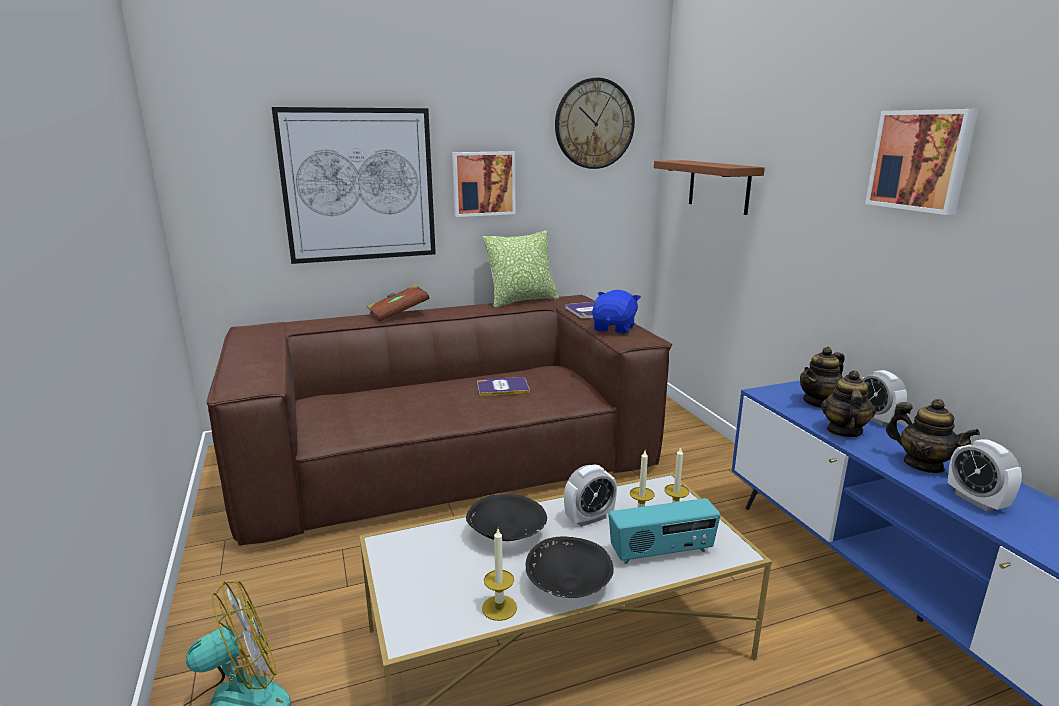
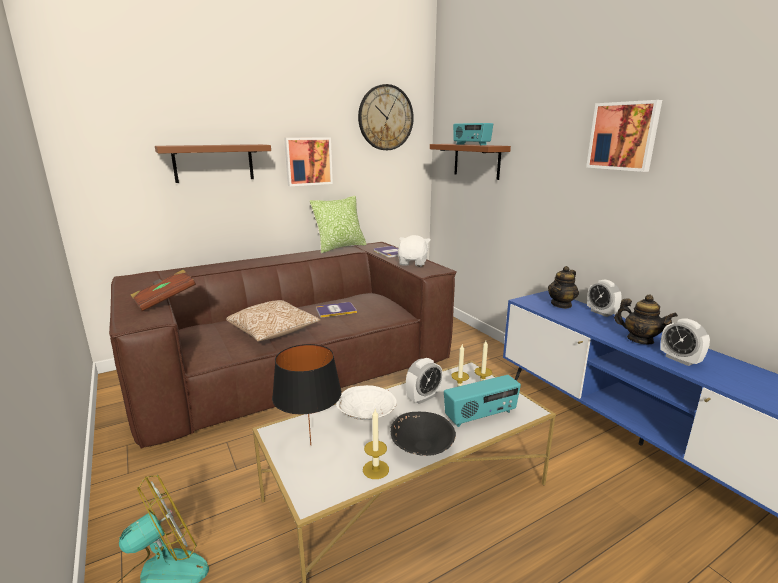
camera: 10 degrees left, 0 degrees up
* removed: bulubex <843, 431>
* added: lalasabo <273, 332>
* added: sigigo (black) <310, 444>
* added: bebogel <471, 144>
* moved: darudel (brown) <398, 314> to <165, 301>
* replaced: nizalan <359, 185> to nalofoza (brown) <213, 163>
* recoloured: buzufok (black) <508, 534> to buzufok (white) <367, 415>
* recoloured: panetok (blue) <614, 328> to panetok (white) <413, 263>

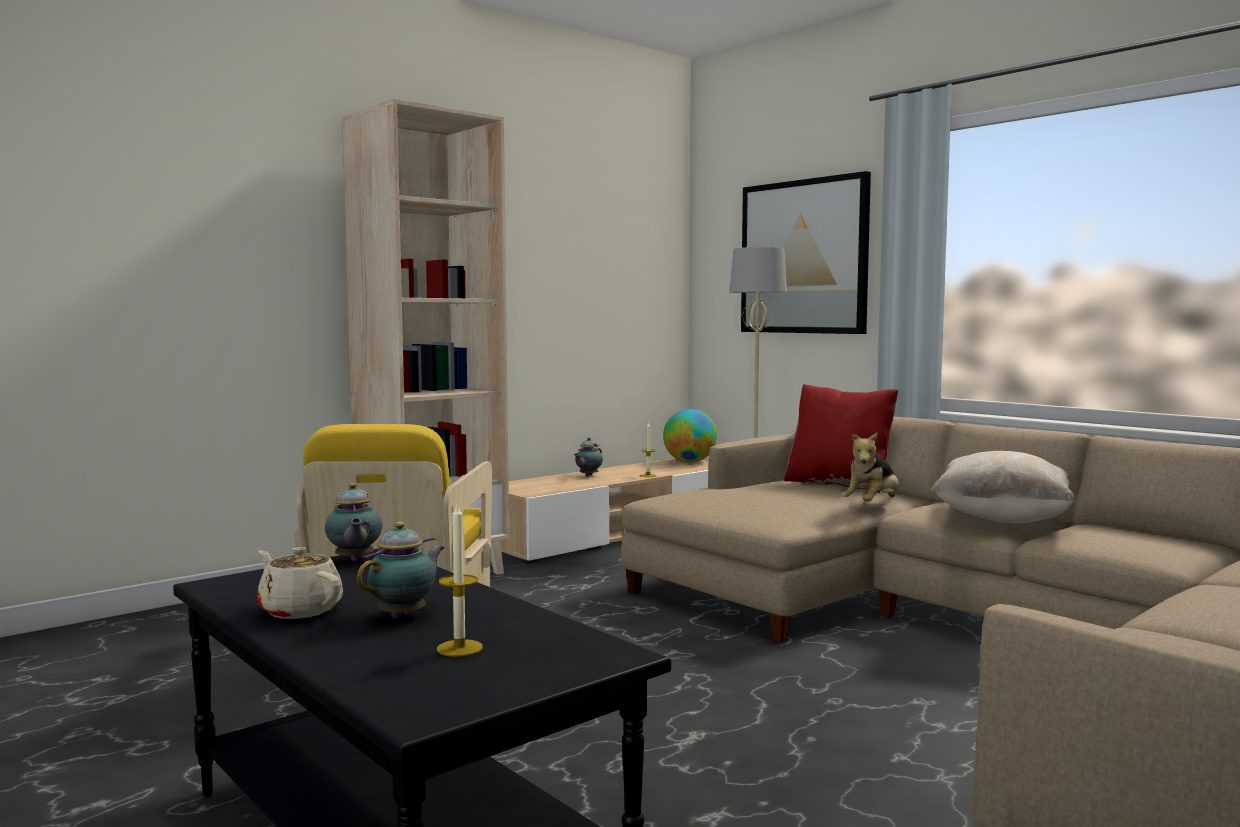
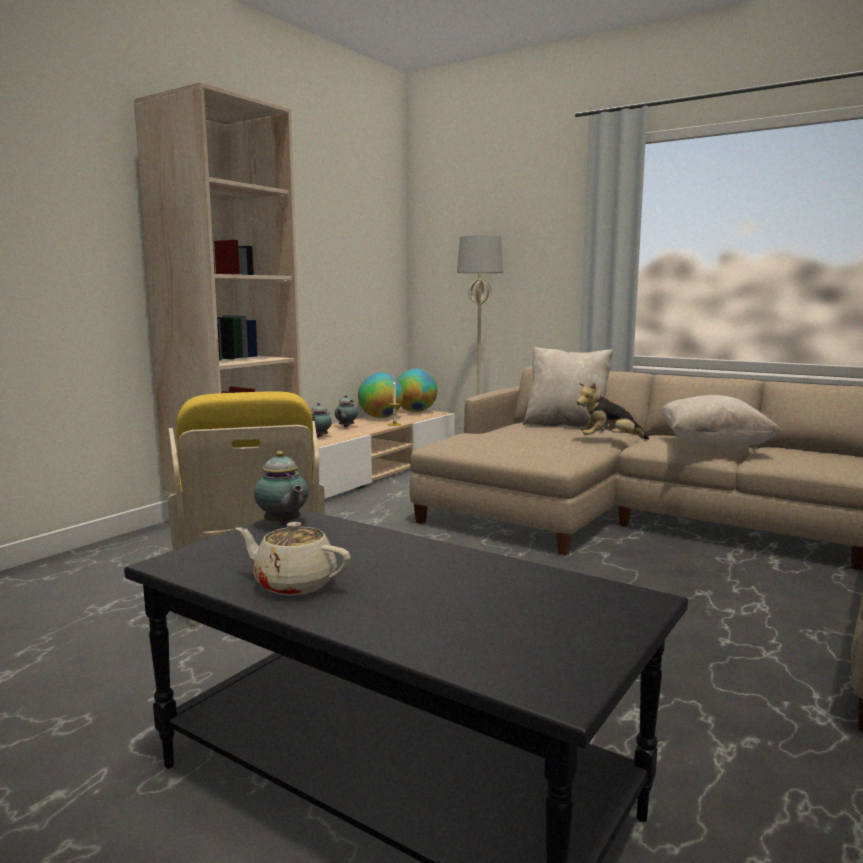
camera: 15 degrees left, 5 degrees up
* removed: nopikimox <459, 648>
* removed: nizalan <804, 257>
* added: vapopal <381, 417>
* moved: bulubex <405, 615> to <320, 436>
* recoloured: lalasabo (red) <839, 485> to lalasabo (beige) <566, 425>
* turned: panetok <872, 505> = <609, 440> 60 degrees clockwise

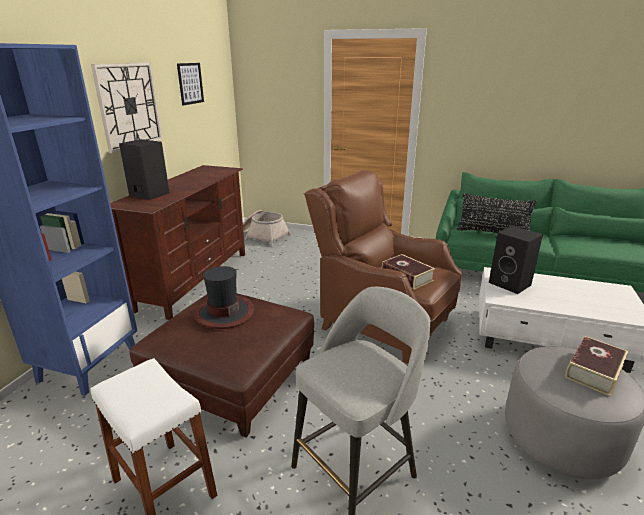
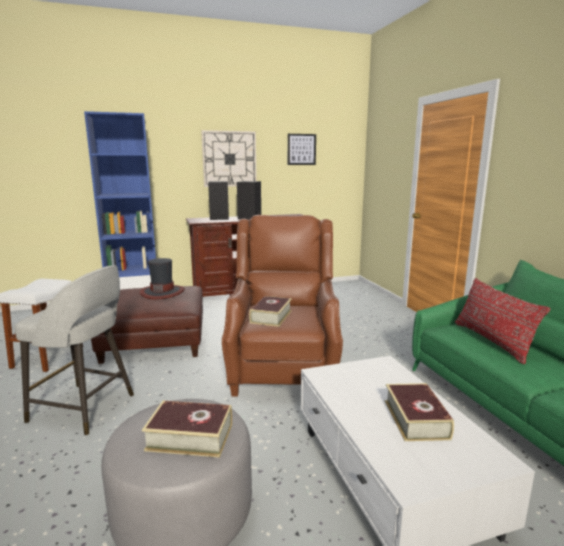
camera: 55 degrees right, 10 degrees down
* removed: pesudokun <263, 236>
* added: darudel <416, 419>
* moved: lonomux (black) <511, 284> to <250, 218>
* recoloured: lalasabo (black) <492, 233> to lalasabo (red) <492, 341>

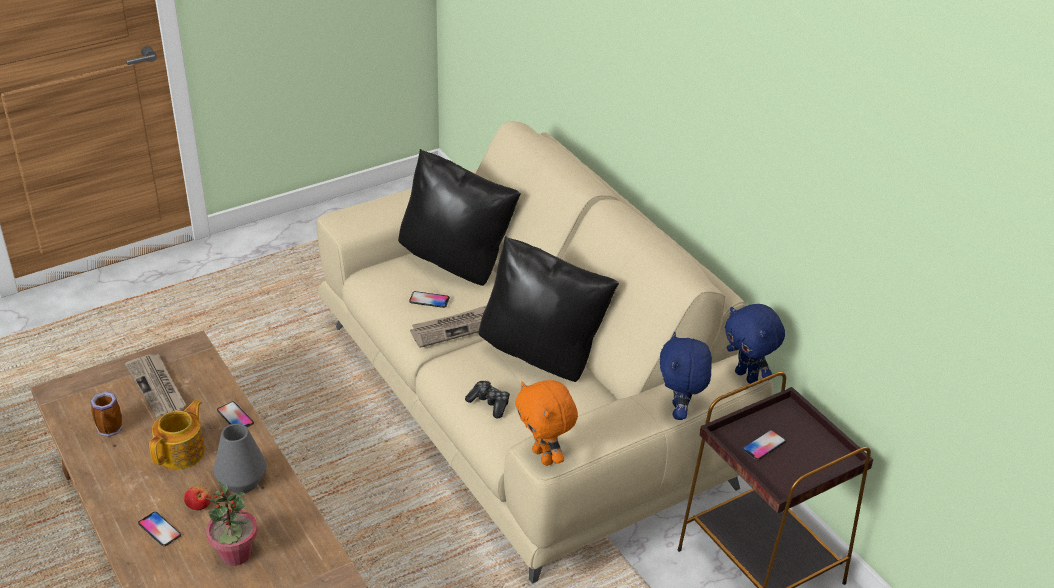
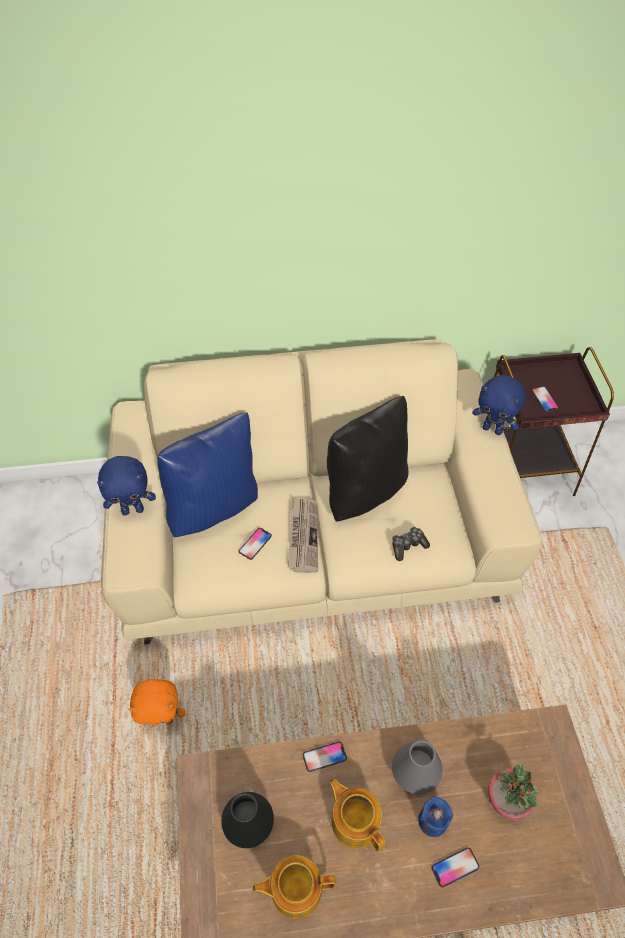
camera: 65 degrees left, 15 degrees up
* moved: panetok (orange) <544, 456> to <162, 719>
* moved: panetok (blue) <747, 377> to <133, 510>
* replaced: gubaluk <110, 430> to bulubex <295, 889>
* replaced: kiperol <158, 388> to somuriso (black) <249, 823>
* replaced: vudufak <199, 504> to nopikimox (blue) <432, 821>
* recoloured: lalasabo (black) <457, 263> to lalasabo (blue) <214, 506>

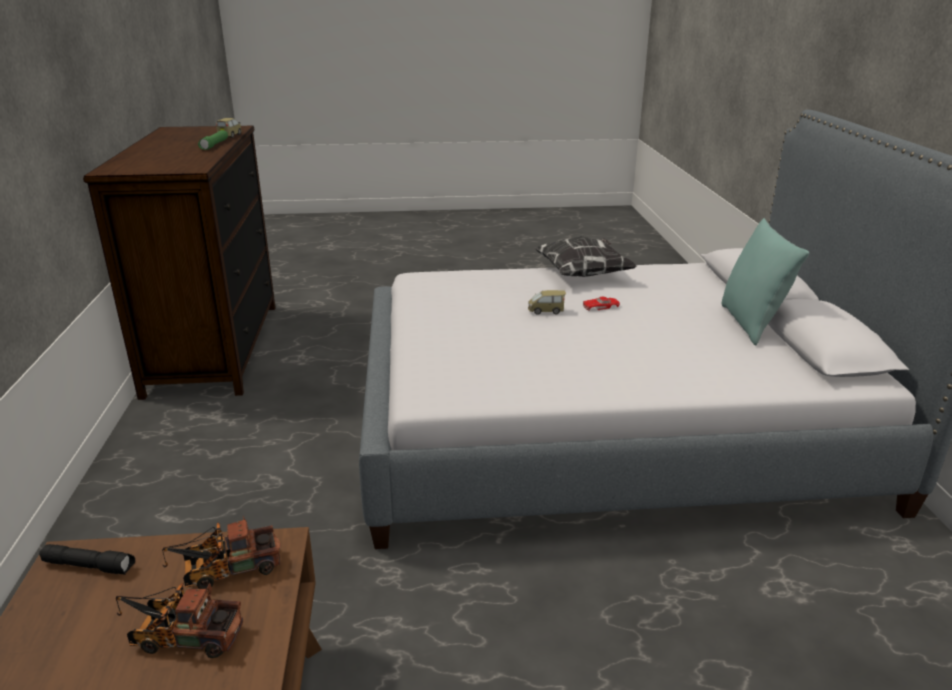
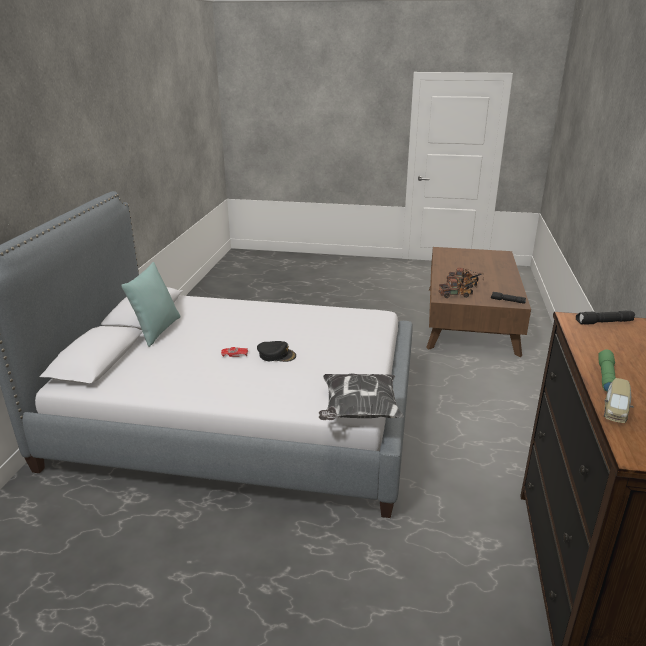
camera: 165 degrees left, 0 degrees up
* added: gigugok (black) <604, 323>
* moved: lalasabo <583, 274> to <358, 412>
* replaced: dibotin <546, 311> to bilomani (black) <276, 355>

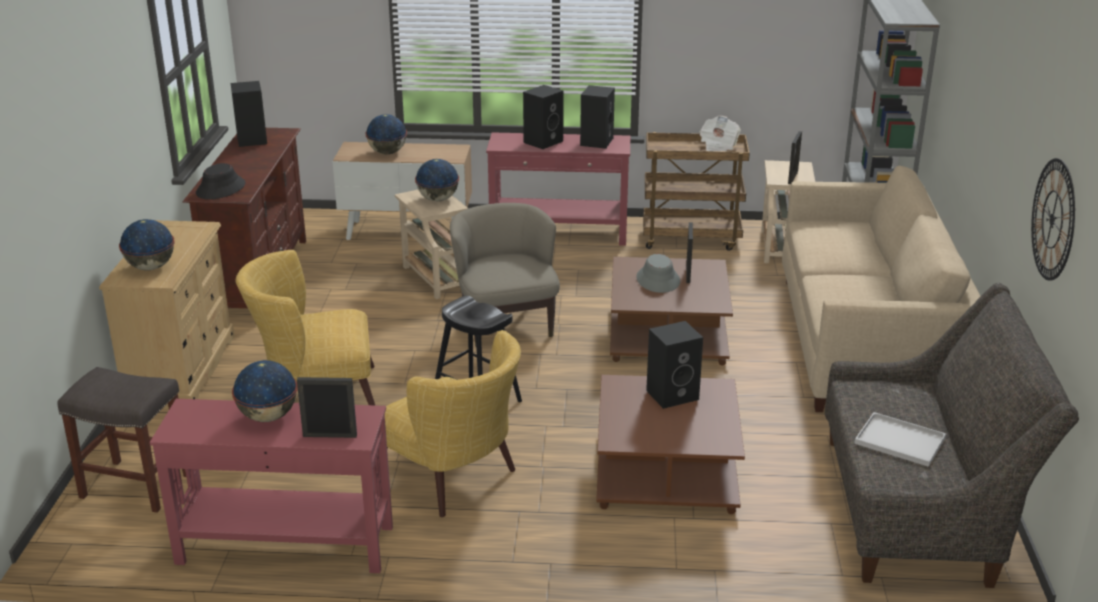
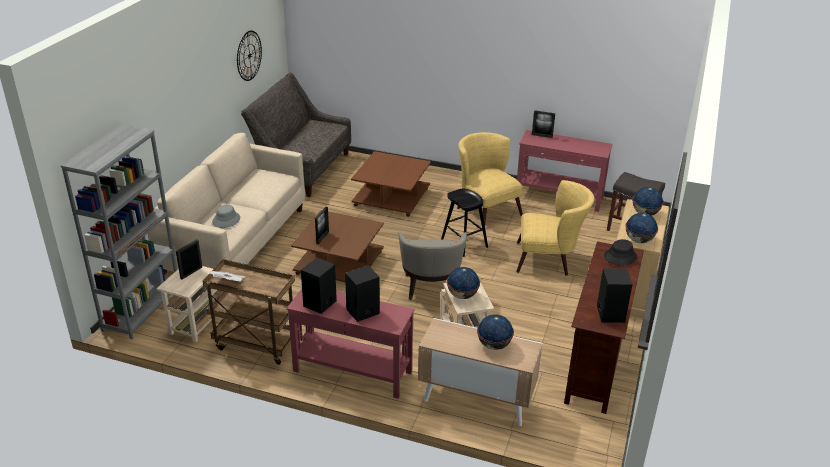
camera: 165 degrees left, 5 degrees up
* removed: lonomux (black) <673, 394>
* removed: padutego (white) <901, 441>
* moved: vapopal <268, 417> to <638, 240>
* moved: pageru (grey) <658, 280> to <226, 220>

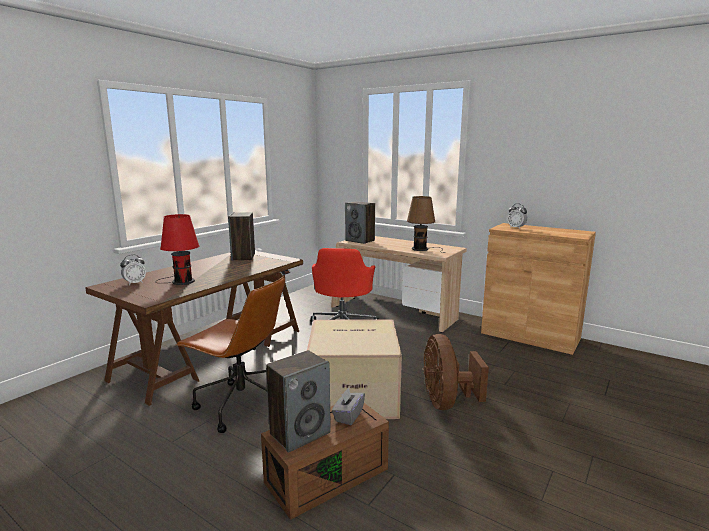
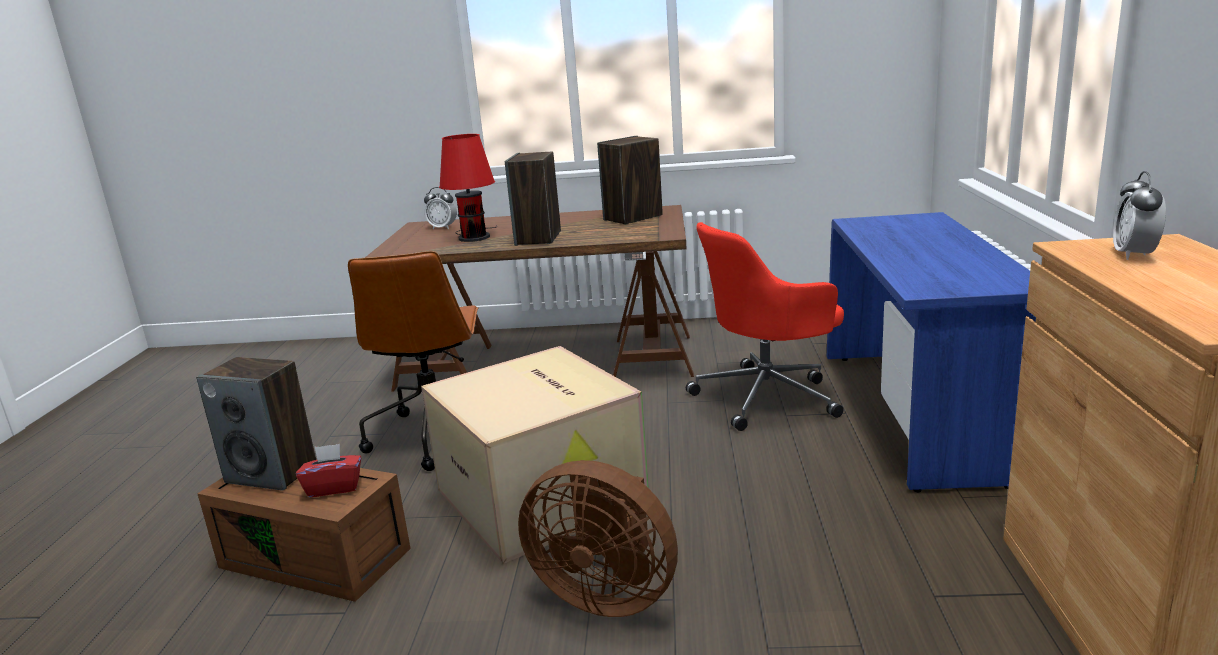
camera: 60 degrees right, 5 degrees up
* removed: sigigo (brown) <422, 249>
* moved: lonomux <360, 240> to <538, 238>
* recoloured: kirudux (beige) <394, 313> to kirudux (blue) <914, 414>
* recoloured: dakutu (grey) <348, 416> to dakutu (red) <334, 487>
* turned: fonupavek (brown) <447, 402> = <606, 594> 120 degrees counterclockwise

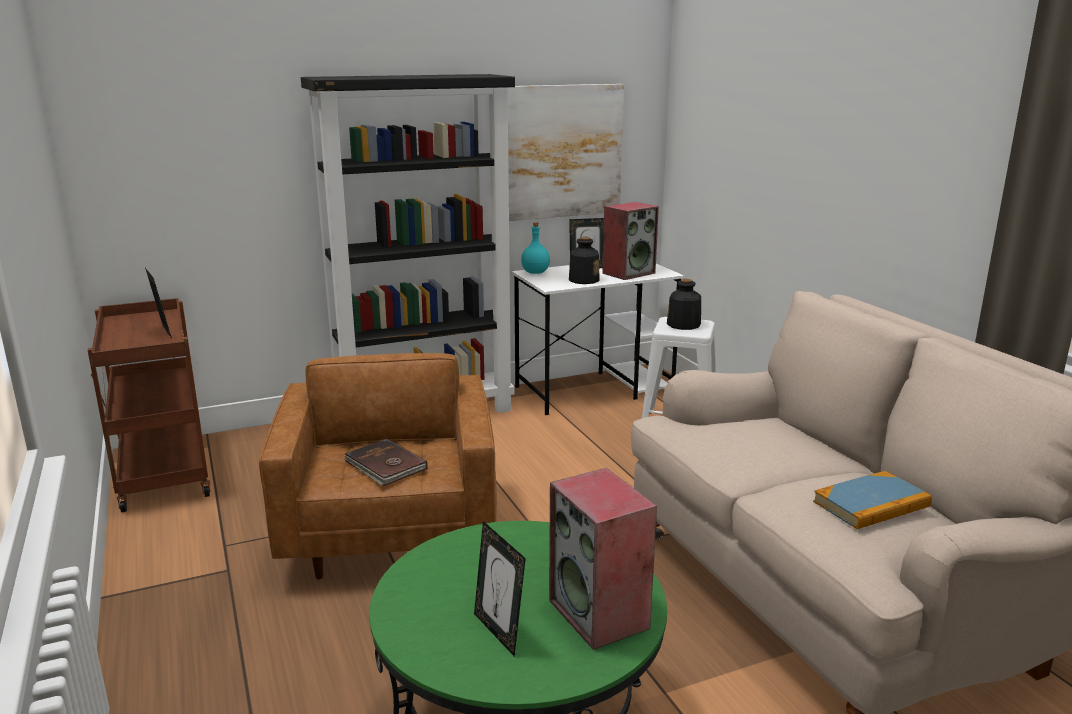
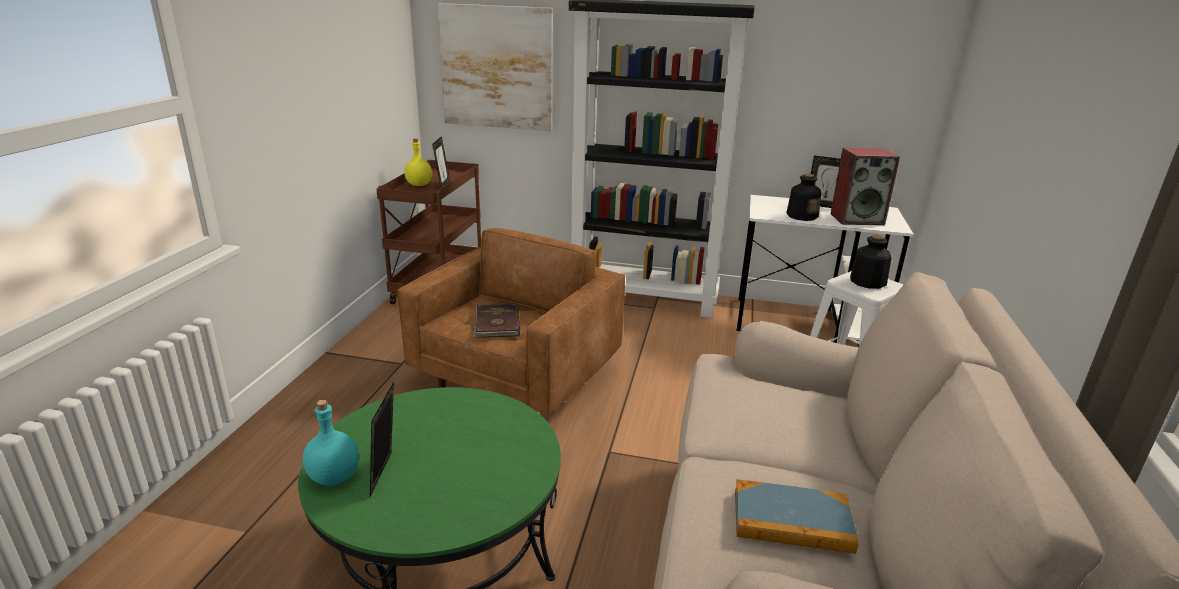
camera: 35 degrees right, 5 degrees up
* removed: lonomux <600, 614>
* added: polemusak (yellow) <419, 184>
* moved: nizalan <562, 151> to <497, 68>
* moved: polemusak (turquoise) <535, 272> to <333, 477>

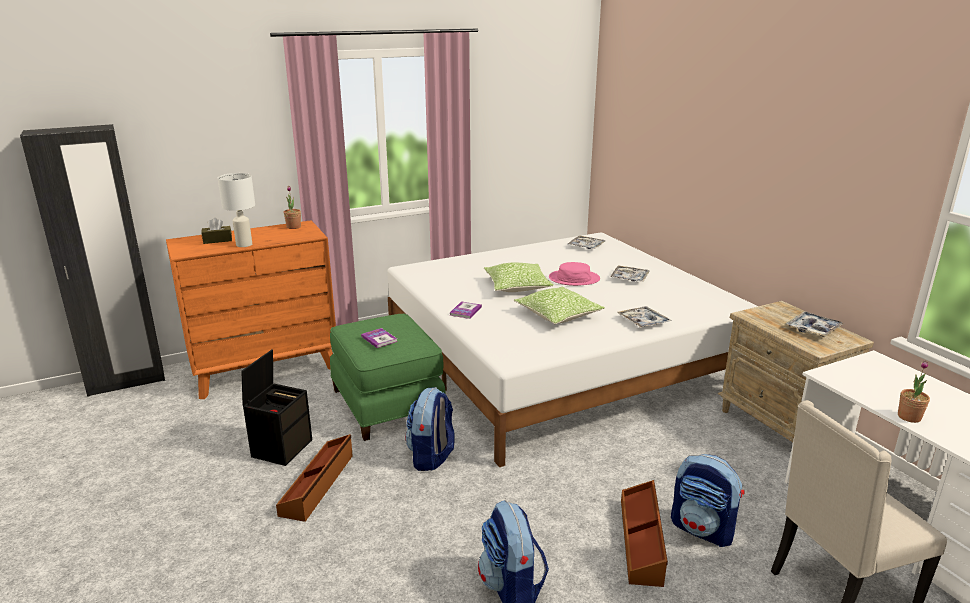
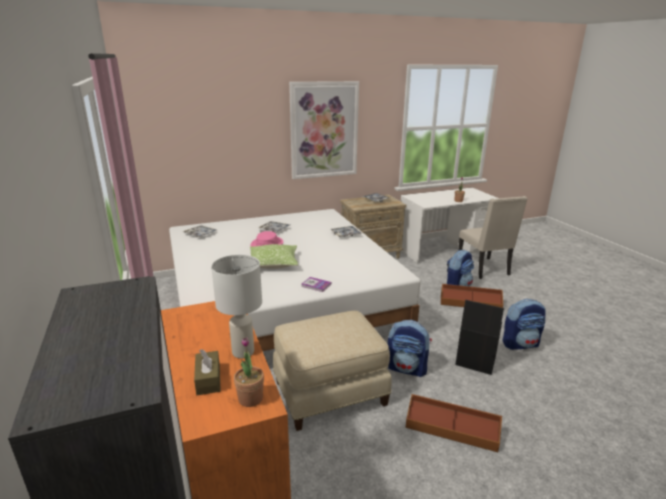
camera: 85 degrees left, 0 degrees up
* removed: darudel <379, 339>
* removed: lalasabo <558, 315>
* added: nizalan <324, 130>
* moved: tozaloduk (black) <282, 447> to <474, 361>
* moved: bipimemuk <293, 227> to <250, 398>
* recoloured: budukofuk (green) <388, 404> to budukofuk (beige) <329, 391>

